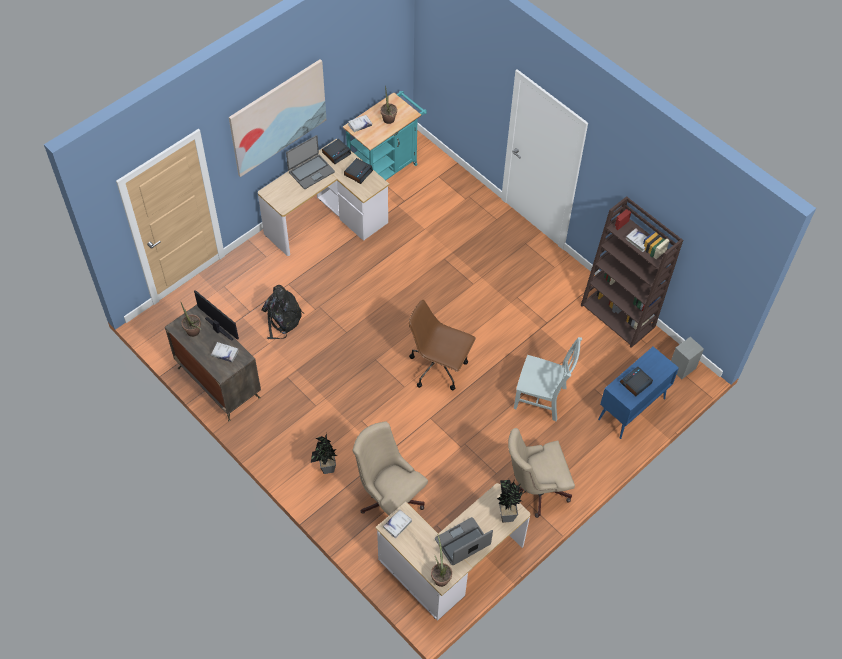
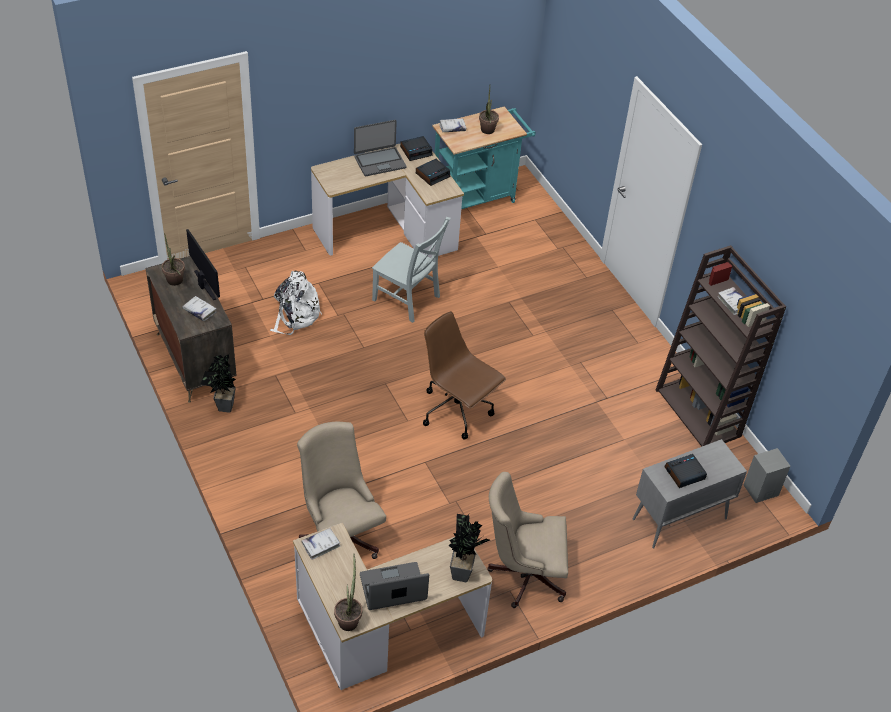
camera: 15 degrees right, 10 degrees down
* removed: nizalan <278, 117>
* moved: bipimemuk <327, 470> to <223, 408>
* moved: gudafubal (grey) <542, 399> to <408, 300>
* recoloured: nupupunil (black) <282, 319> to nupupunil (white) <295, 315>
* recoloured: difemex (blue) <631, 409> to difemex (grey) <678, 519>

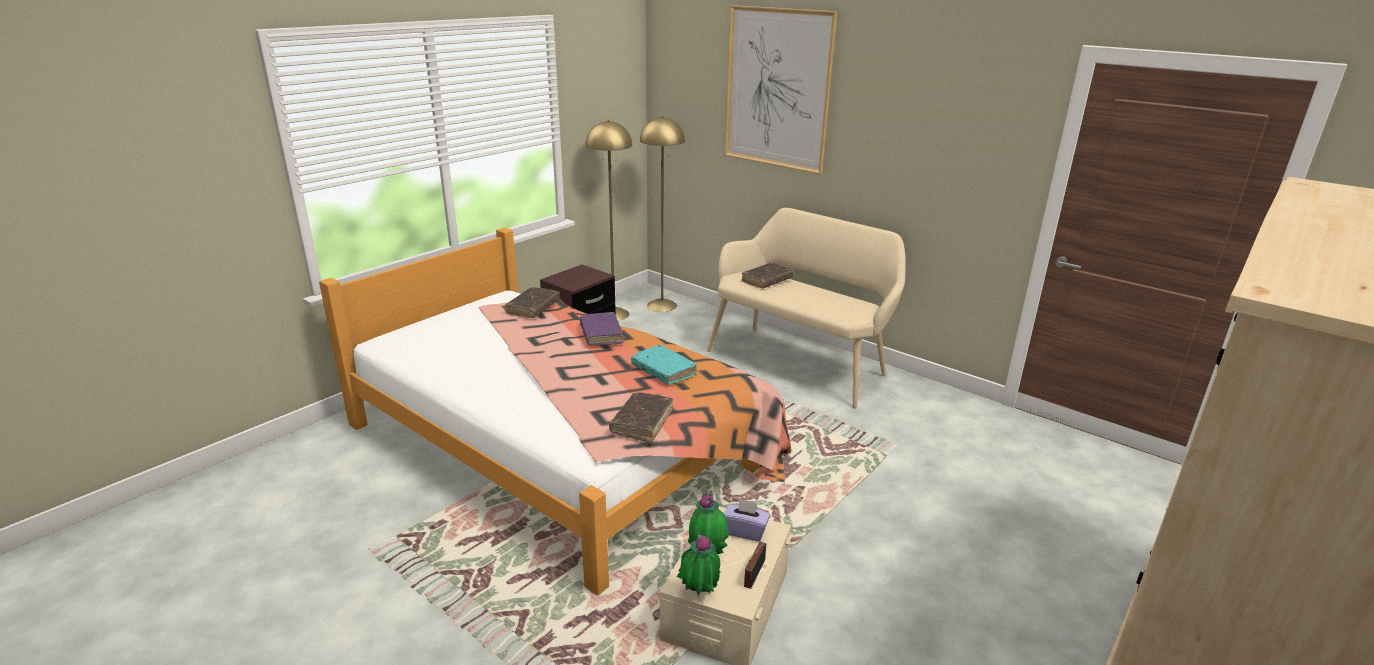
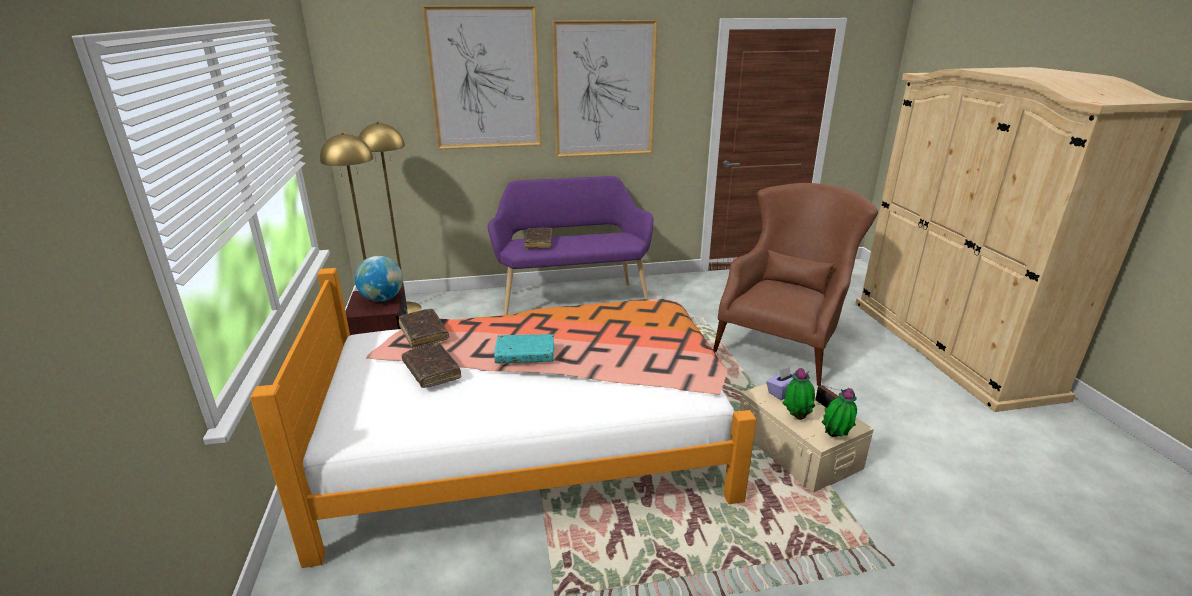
camera: 50 degrees left, 0 degrees up
* removed: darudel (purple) <601, 334>
* added: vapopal <382, 299>
* added: nizalan <604, 90>
* added: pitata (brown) <784, 342>
* moved: darudel (brown) <642, 422> to <431, 371>
* moved: darudel (turquoise) <663, 371> to <525, 355>
* recoloured: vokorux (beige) <801, 361> to vokorux (purple) <572, 299>

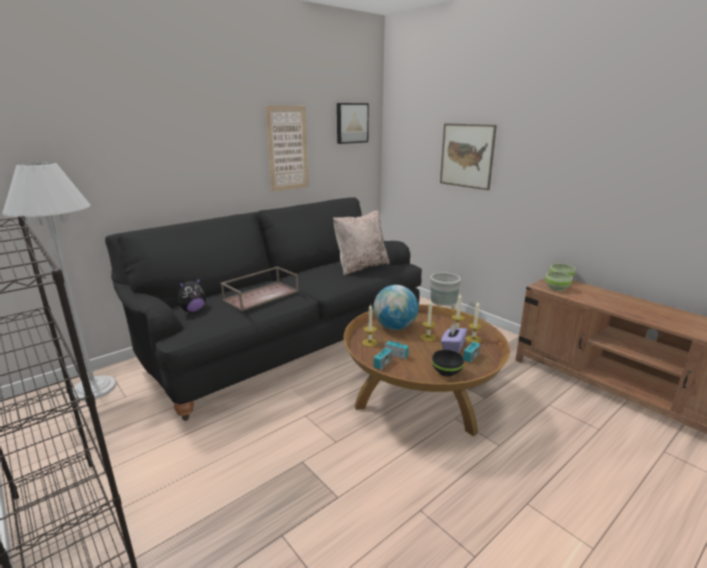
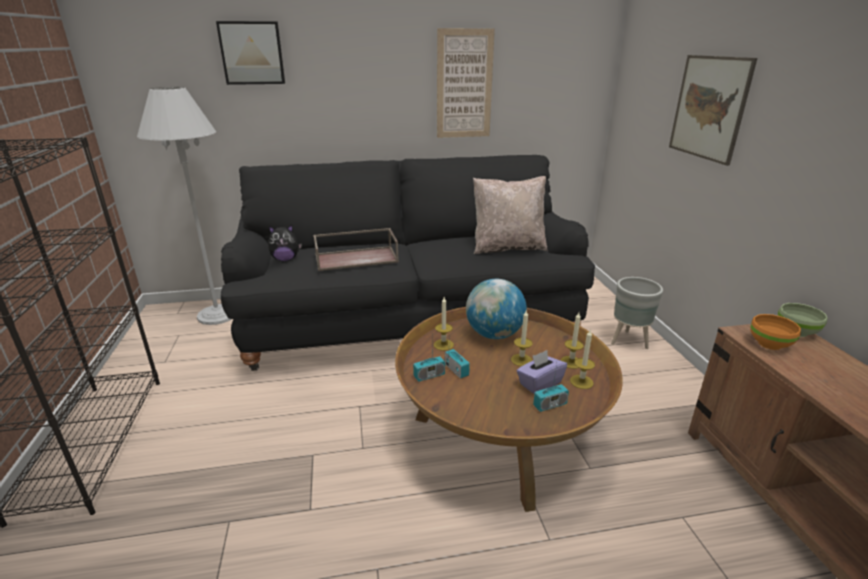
camera: 30 degrees right, 5 degrees up
* removed: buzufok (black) <446, 372>
* moved: nizalan <351, 123> to <252, 53>
* recoloured: buzufok (green) <556, 288> to buzufok (orange) <768, 344>

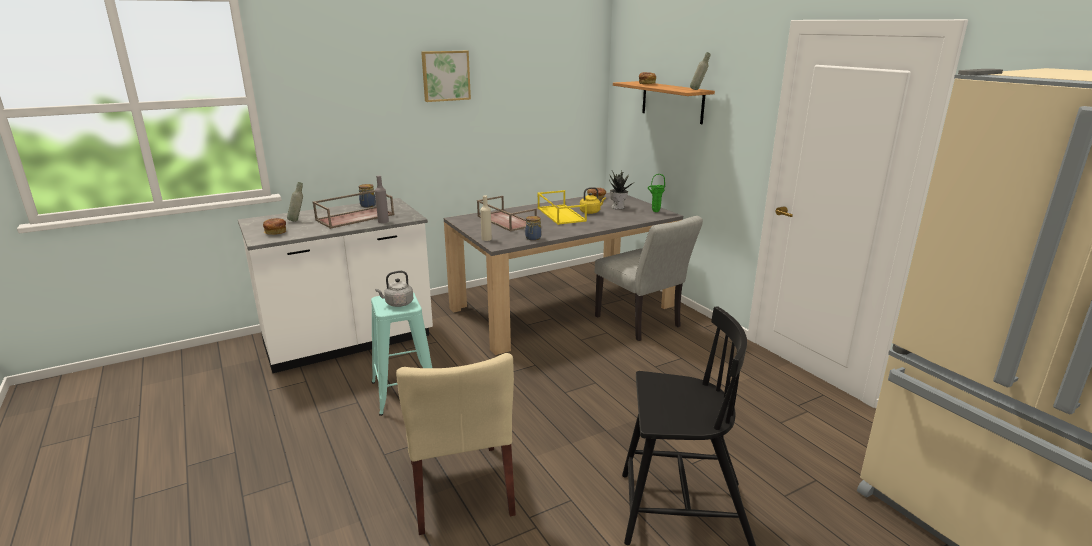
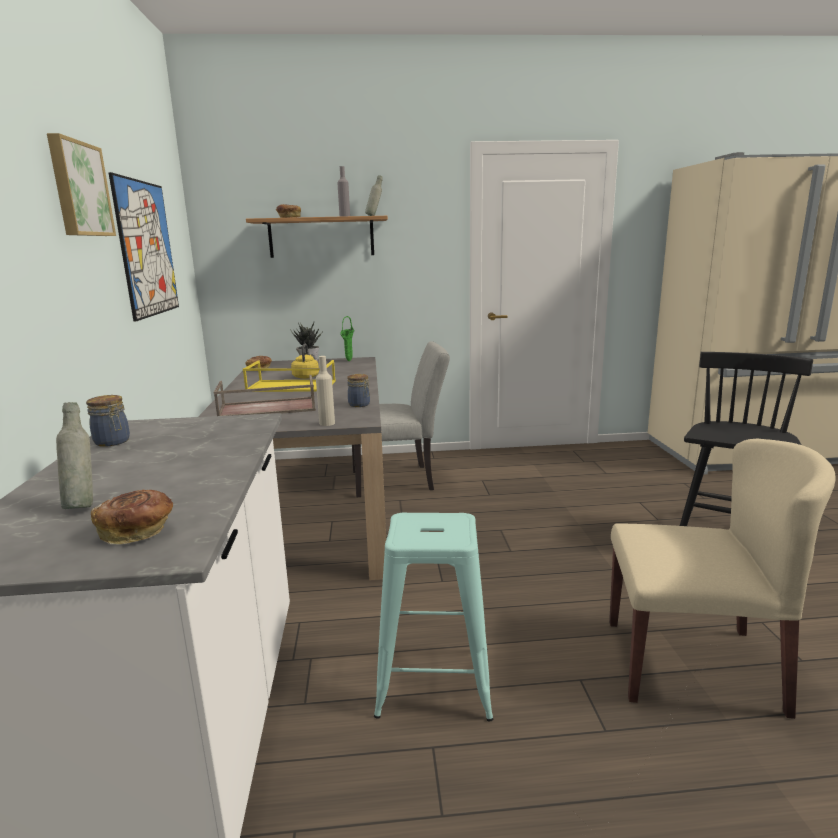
camera: 65 degrees left, 5 degrees down
* removed: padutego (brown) <355, 217>
* removed: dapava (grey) <397, 303>
* added: nizalan <147, 249>
* moved: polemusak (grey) <383, 221> to <344, 217>

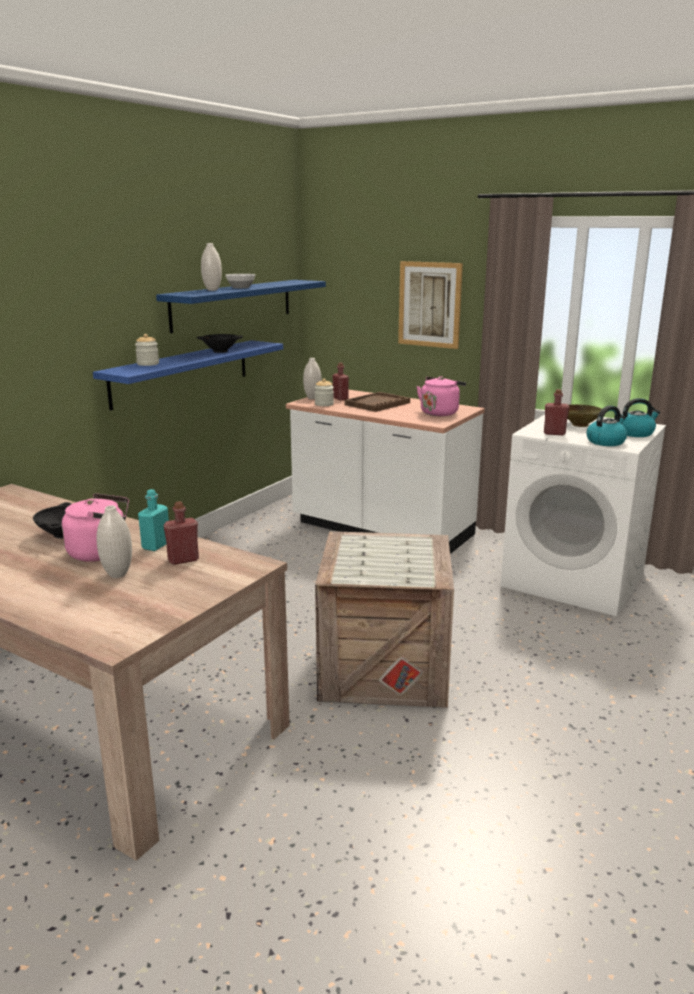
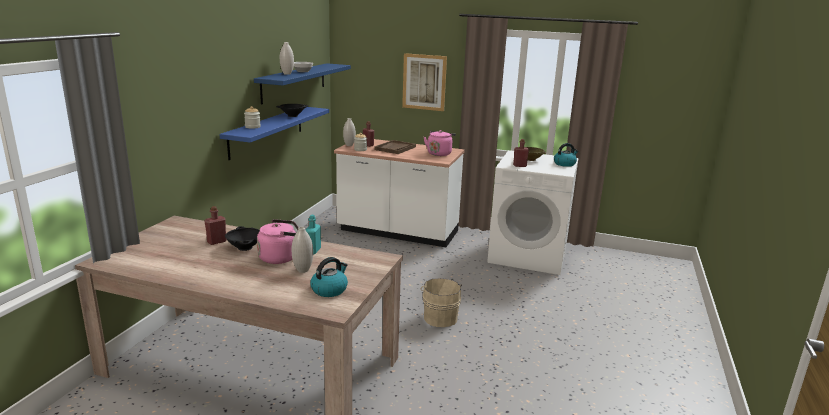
camera: 15 degrees left, 0 degrees up
* moved: polemusak (red) <183, 560> to <217, 241>
* moved: dapava <606, 442> to <329, 289>
* replaced: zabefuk <386, 667> to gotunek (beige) <440, 317>

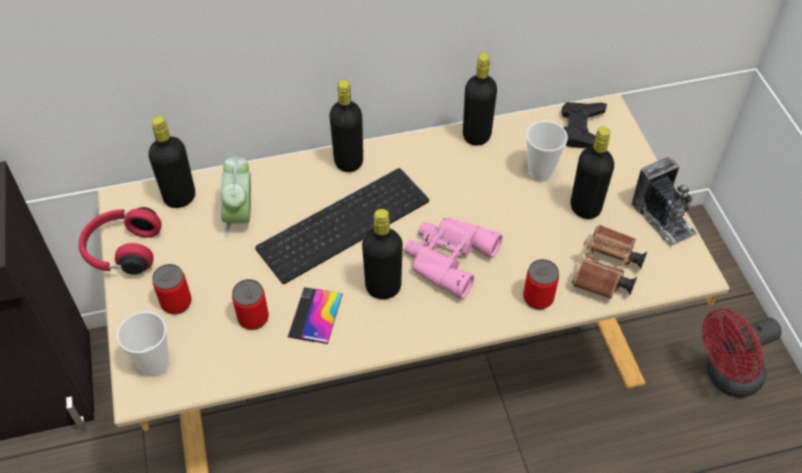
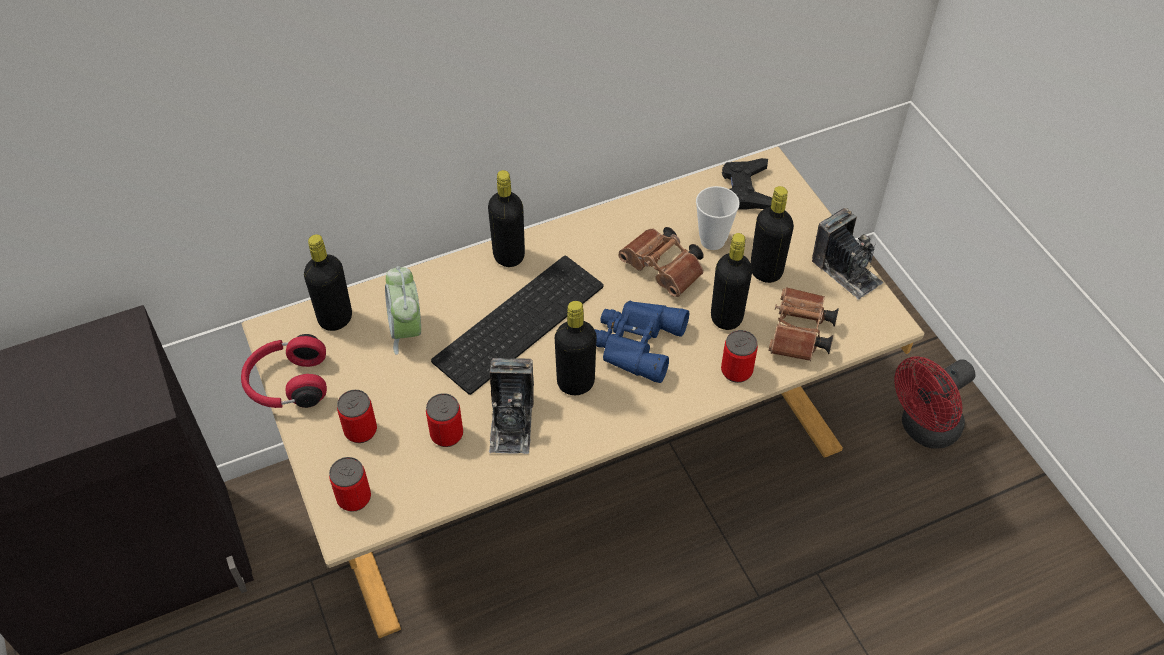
camera: 10 degrees left, 0 degrees up
* added: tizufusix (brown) <664, 271>
* moved: polemusak (black) <476, 135> to <726, 317>
* replaced: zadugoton <154, 365> to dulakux <354, 498>
* replaced: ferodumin <315, 315> to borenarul <511, 422>
* recoloured: tizufusix (pink) <447, 258> to tizufusix (blue) <635, 343>

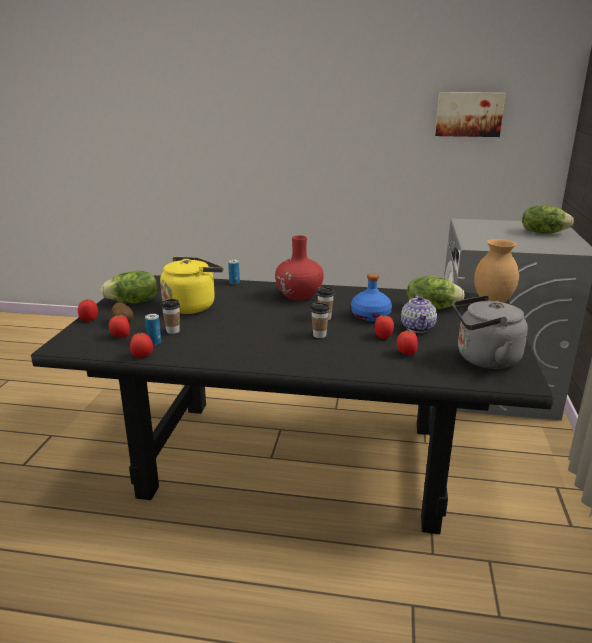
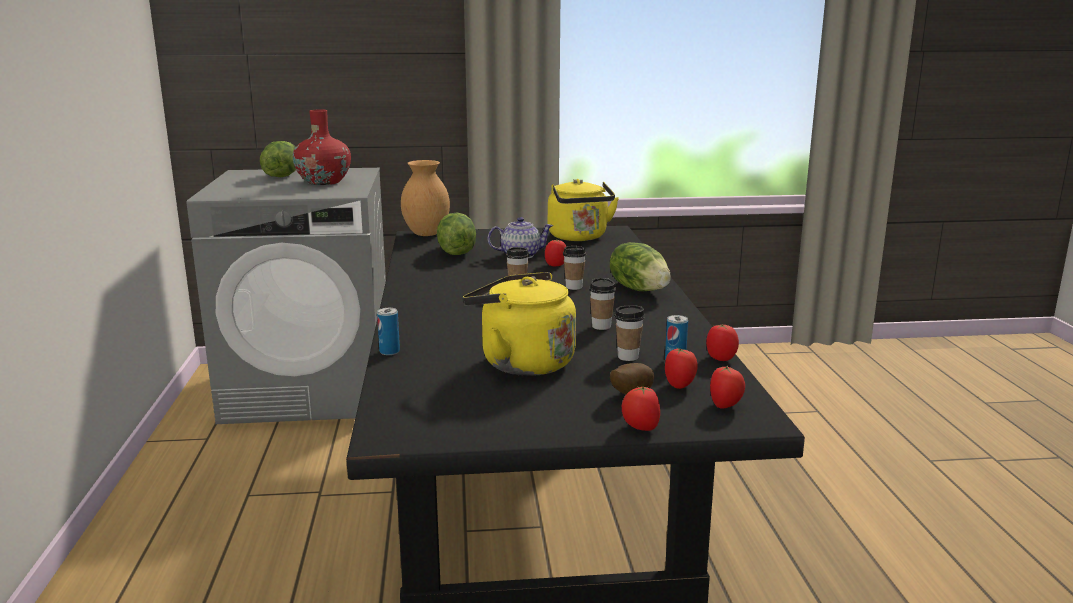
camera: 105 degrees left, 5 degrees down
* removed: polemusak (blue) <371, 316>
* removed: nizalan <469, 114>
* added: zadugoton <601, 326>
* moved: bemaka <133, 302> to <640, 289>
* moved: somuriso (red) <299, 295> to <324, 182>
* moved: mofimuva <406, 353> to <725, 406>
* recoloured: dapava (grey) <483, 359> to dapava (yellow) <579, 237>

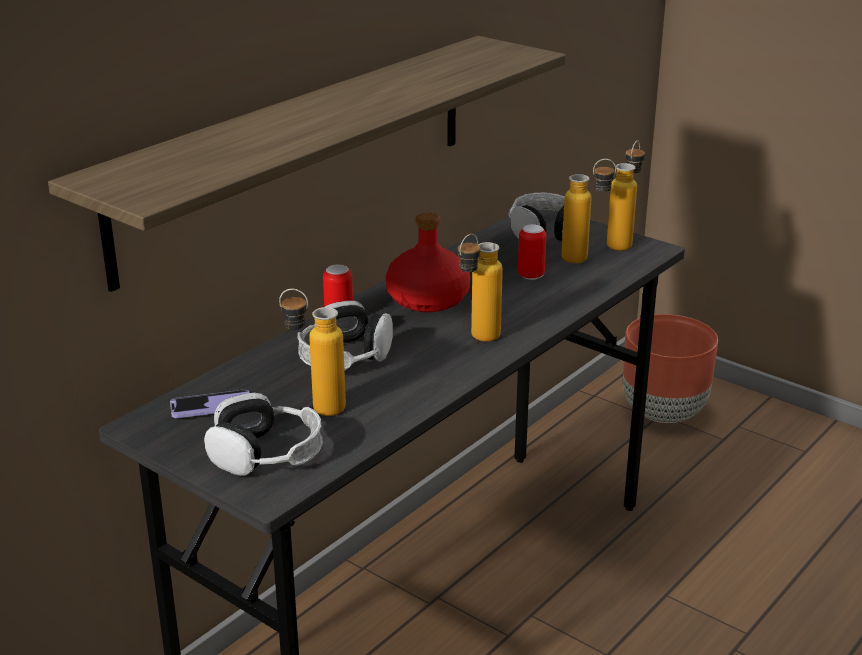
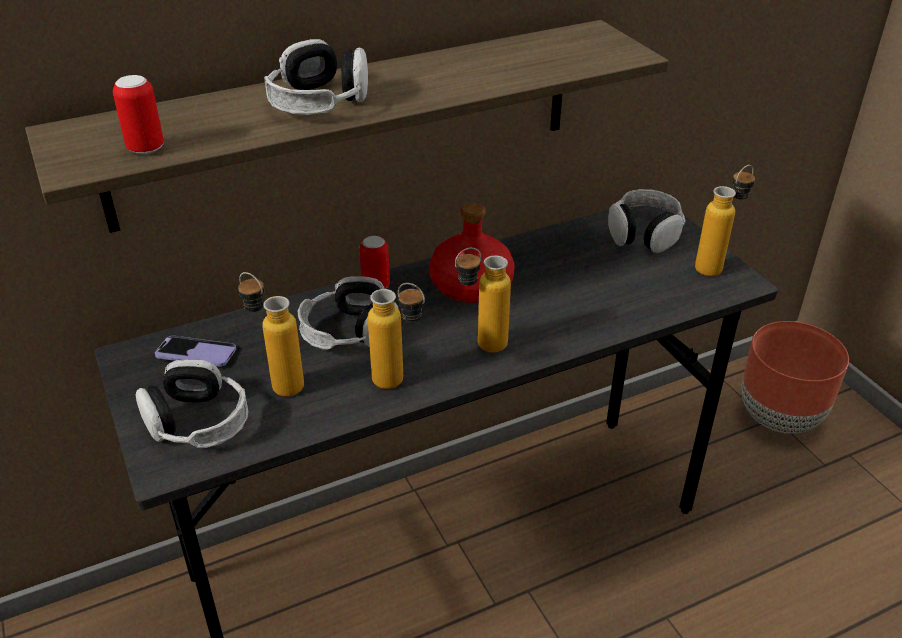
camera: 25 degrees right, 10 degrees up
* added: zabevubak <319, 101>
* moved: dulakux <531, 276> to <145, 148>
* moved: polemusak <585, 258> to <399, 383>

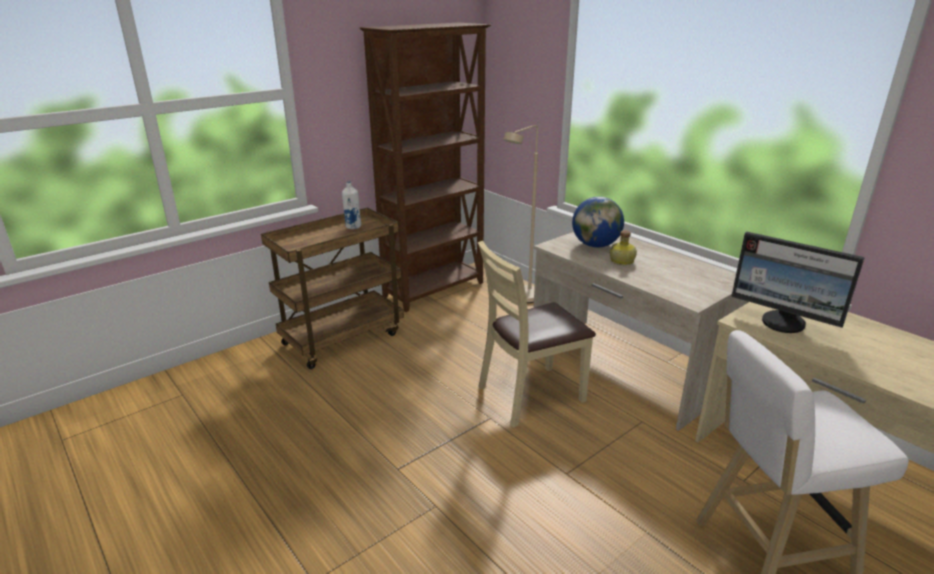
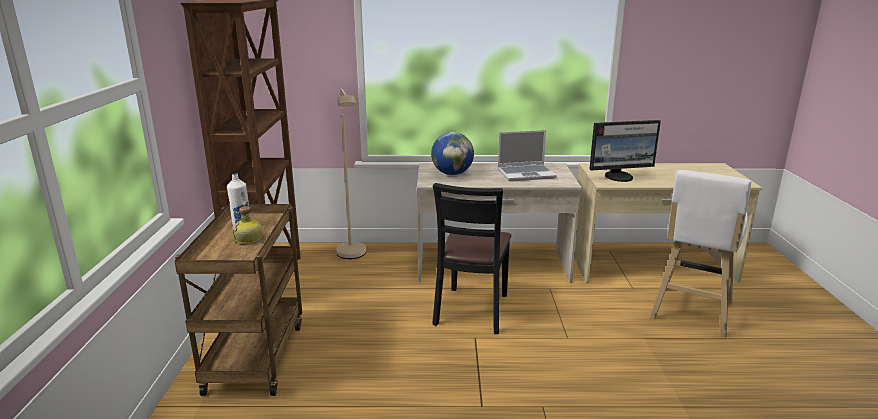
camera: 50 degrees left, 5 degrees down
* added: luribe <526, 174>
* moved: polemusak <622, 261> to <249, 239>
* recoloured: gudafubal (beige) <530, 395> to gudafubal (black) <472, 310>

